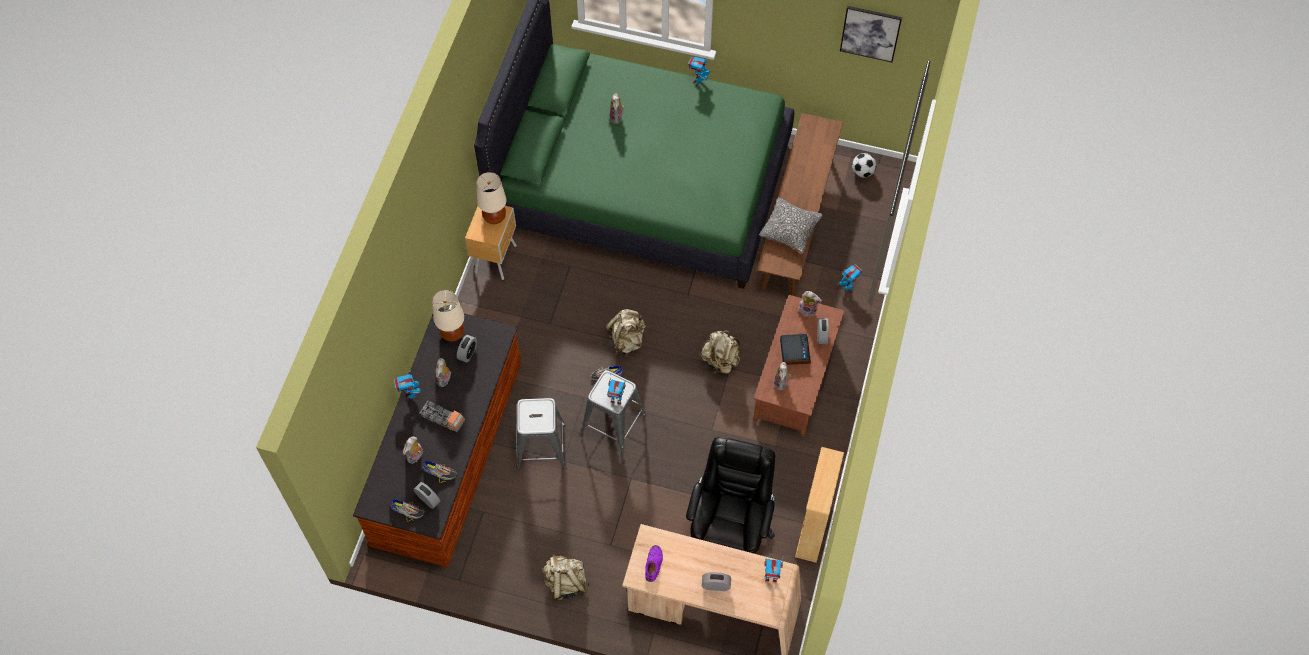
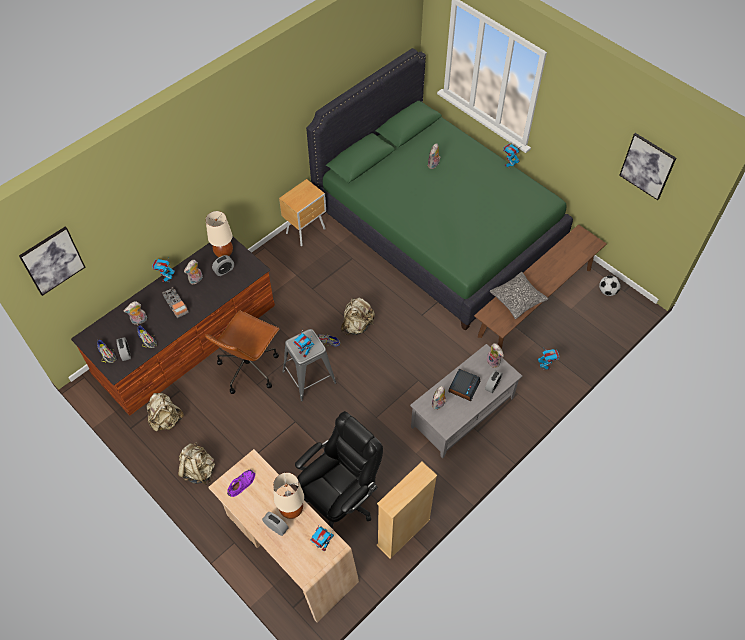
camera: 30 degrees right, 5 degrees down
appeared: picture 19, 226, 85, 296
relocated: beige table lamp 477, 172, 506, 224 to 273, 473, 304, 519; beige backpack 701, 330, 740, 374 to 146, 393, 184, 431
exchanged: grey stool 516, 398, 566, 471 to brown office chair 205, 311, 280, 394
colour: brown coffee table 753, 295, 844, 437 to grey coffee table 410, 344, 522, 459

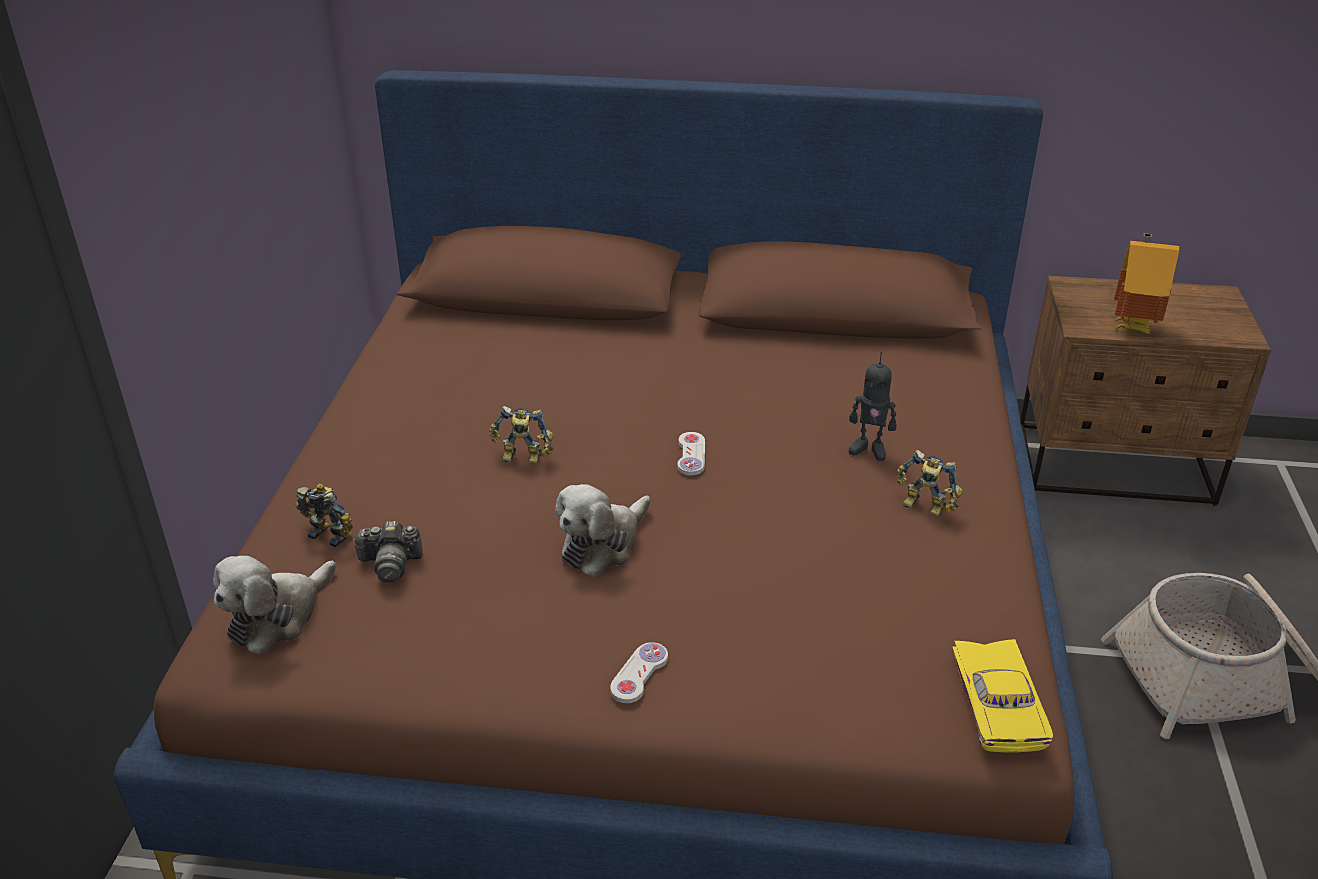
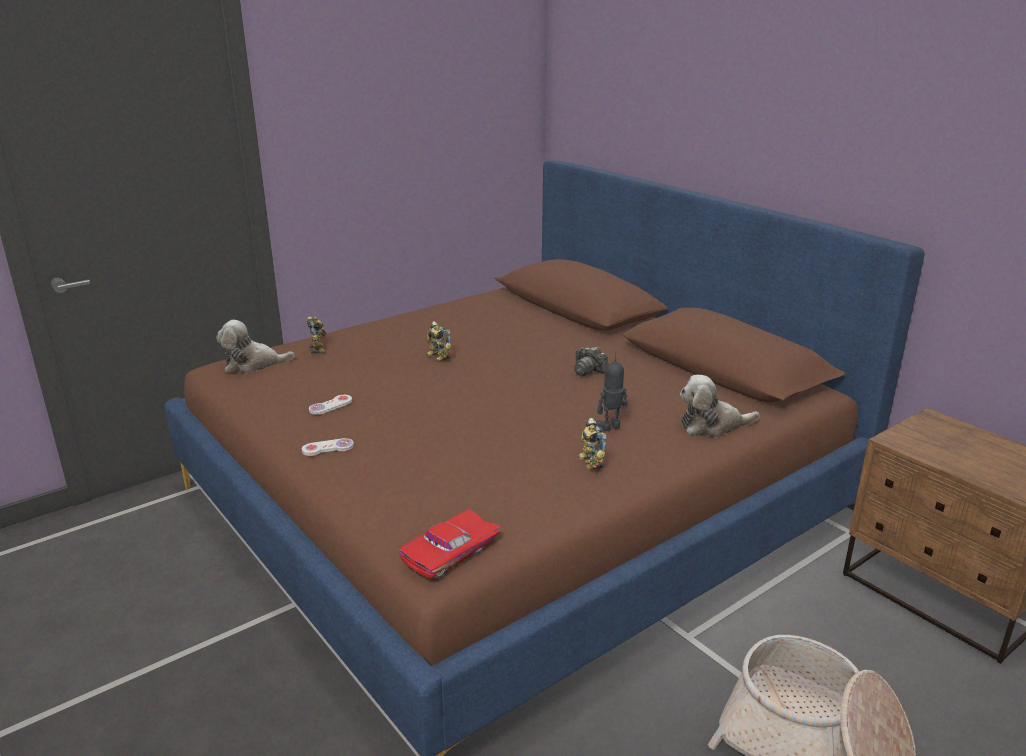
camera: 45 degrees right, 10 degrees down
missing: toy house 1113, 233, 1179, 334
relocated: photo camera 353, 521, 423, 583 to 574, 346, 608, 376; plush toy 555, 484, 651, 577 to 680, 375, 760, 437; white game controller 677, 432, 705, 475 to 309, 395, 352, 415
colour: yellow toy car 953, 639, 1053, 753 to red toy car 399, 509, 501, 579
spun: toy robot 849, 352, 897, 461 = 596, 352, 628, 431 90 degrees clockwise

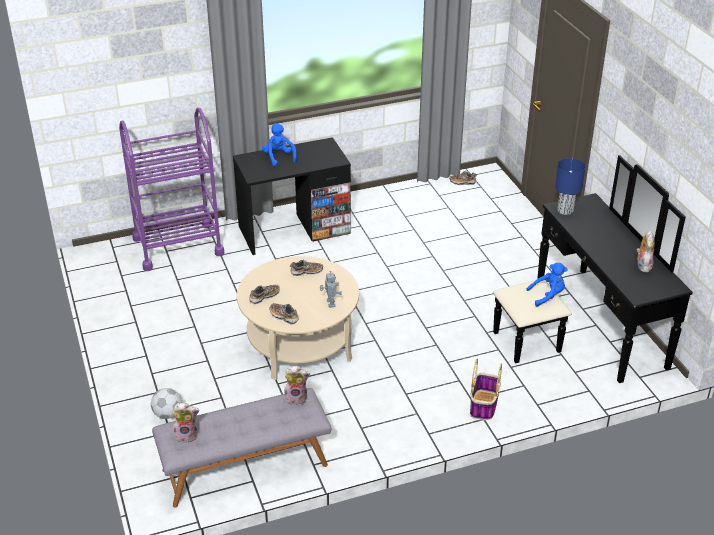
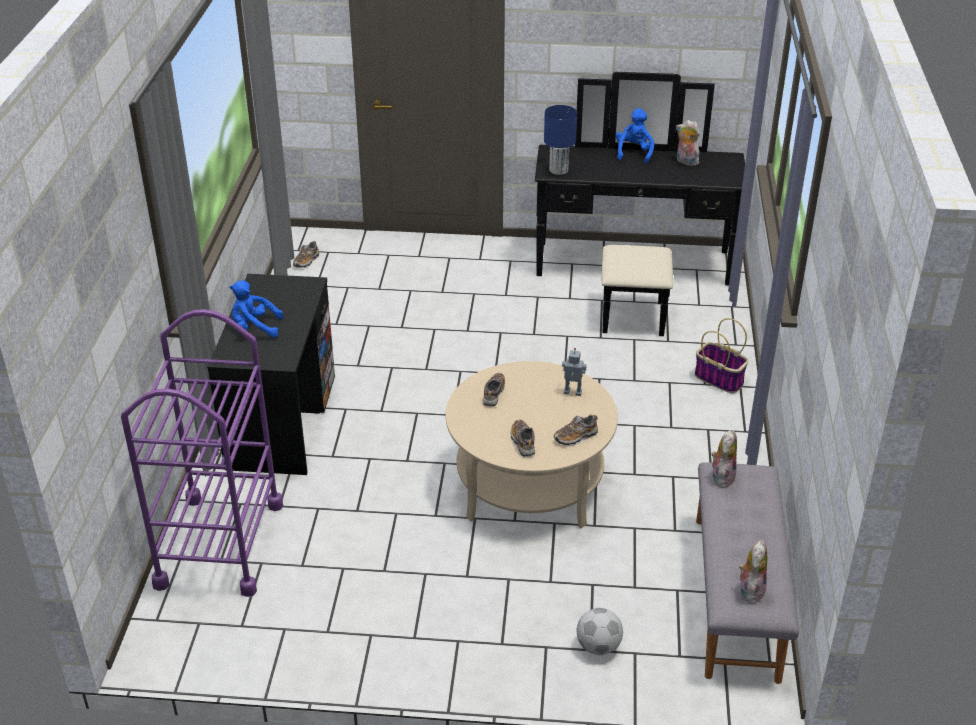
camera: 65 degrees left, 0 degrees up
relocated: blue plush toy 526, 263, 567, 306 to 616, 108, 654, 164

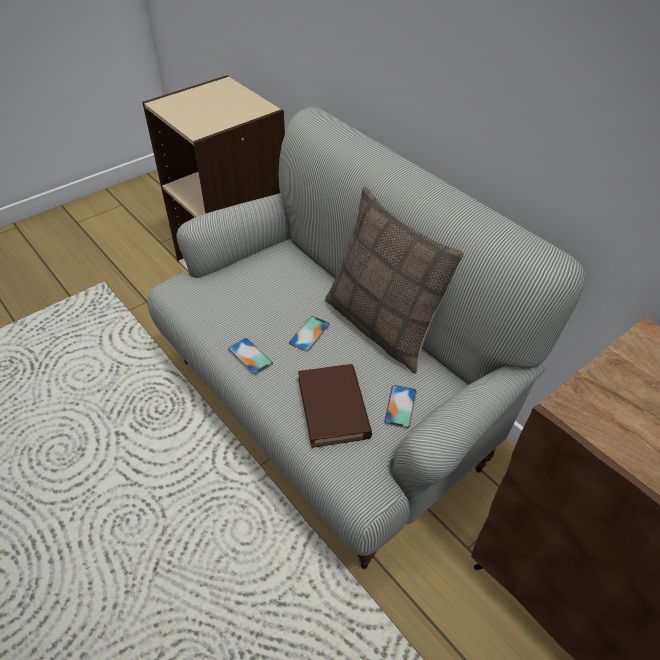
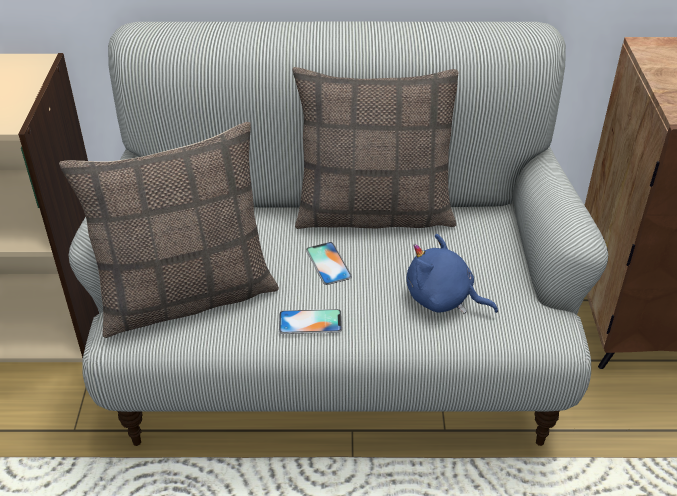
camera: 50 degrees left, 5 degrees down
missing: phone 384, 385, 417, 429
appeared: pillow 59, 122, 279, 338
exchanged: brown book 298, 364, 372, 448 to blue plush toy 406, 234, 498, 314

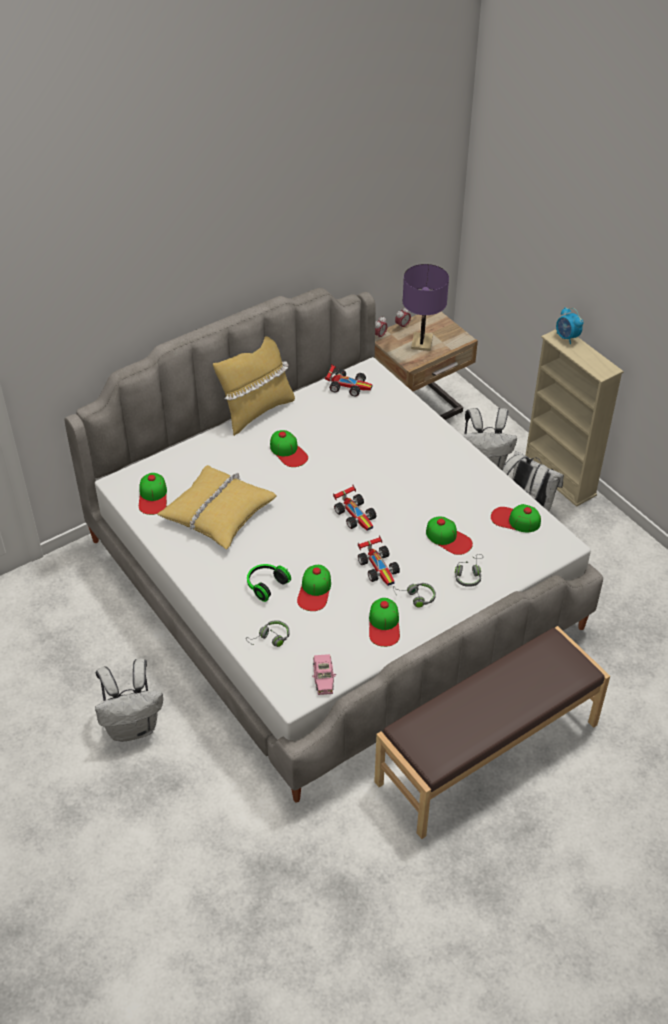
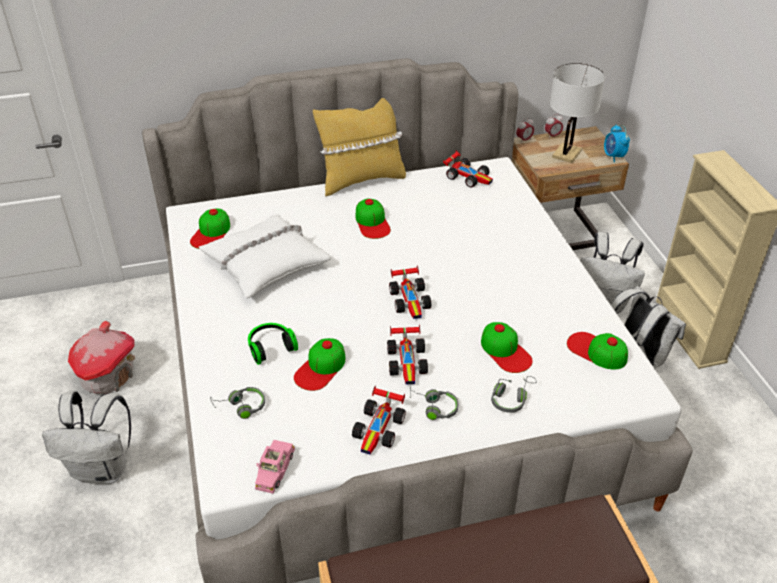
camera: 20 degrees right, 5 degrees down
appeared: toy house 68, 321, 135, 394
relocated: alarm clock 556, 307, 583, 344 to 604, 125, 630, 162
exchanged: cap 369, 598, 400, 647 to toy car 352, 386, 406, 455
colour: yellow pillow 157, 465, 277, 549 to white pillow 199, 214, 331, 298; purple table lamp 403, 264, 449, 351 to white table lamp 550, 63, 605, 163

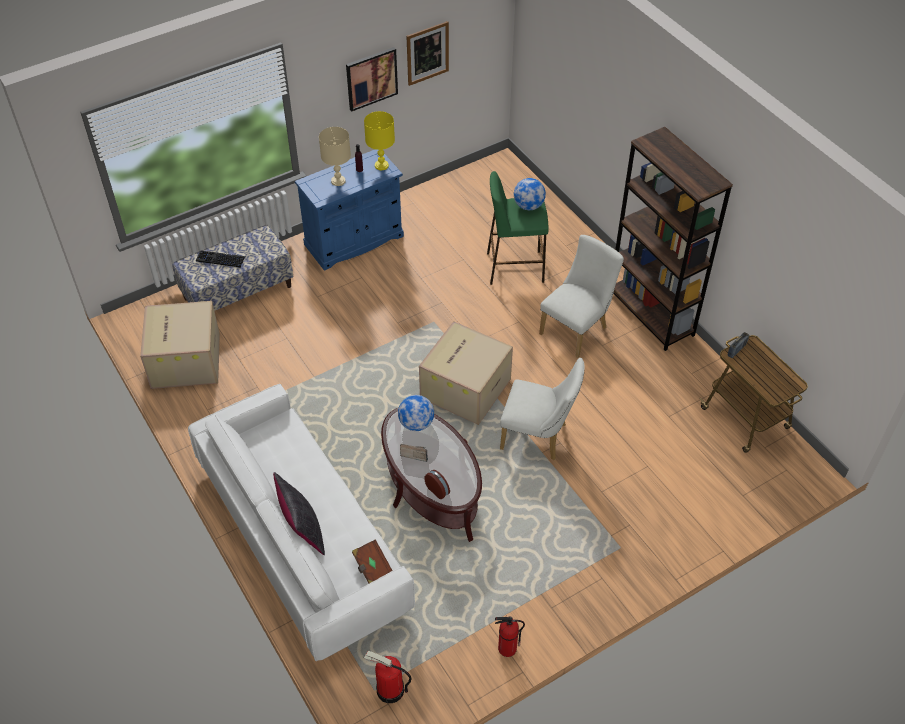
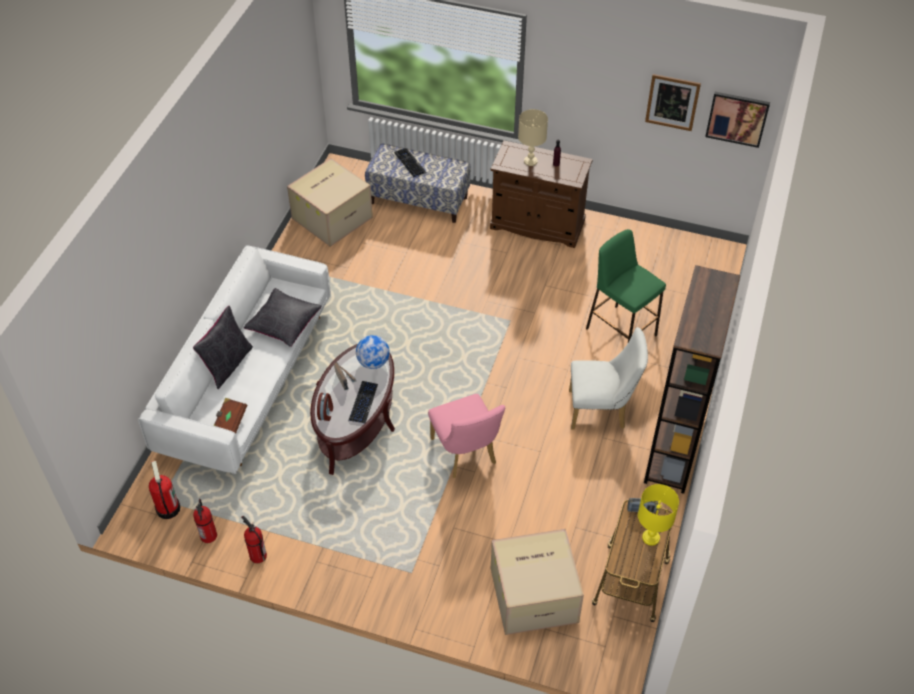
camera: 50 degrees right, 0 degrees up
missing: globe 514, 178, 546, 210
appeared: fire extinguisher 193, 499, 217, 543; black pillow 244, 288, 322, 347; keyboard 348, 381, 378, 424
relocated: picture 346, 47, 398, 111 to 705, 92, 770, 148; yellow table lamp 364, 111, 395, 170 to 638, 484, 679, 545; cardboard box 419, 321, 513, 425 to 491, 529, 584, 635
colour: blue cabinet 295, 149, 404, 271 to brown cabinet 490, 140, 593, 248; white chair 500, 358, 585, 461 to pink chair 428, 394, 505, 478

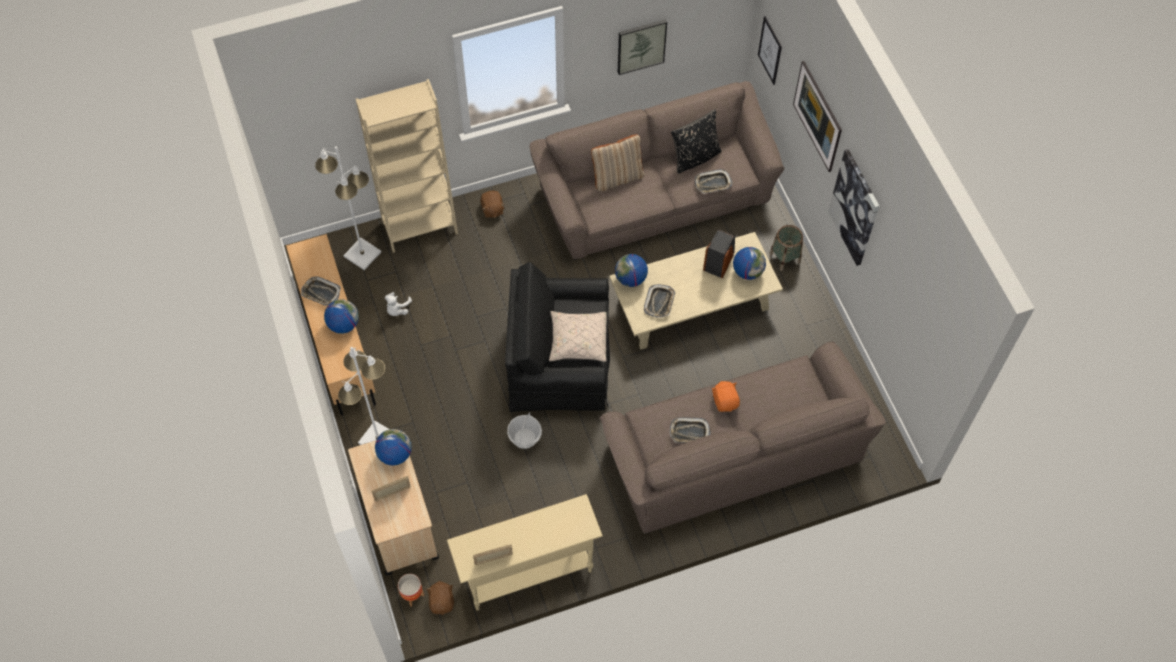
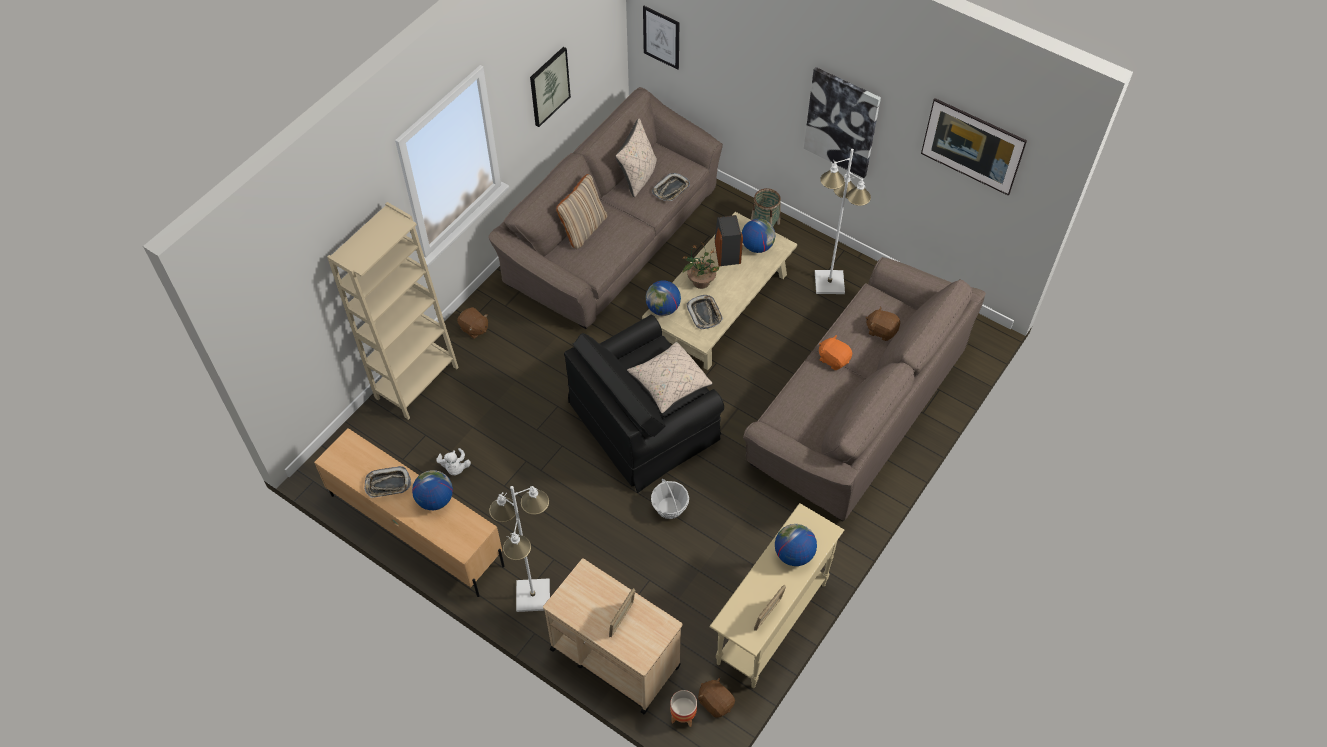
camera: 35 degrees left, 5 degrees down
missing: tray 669, 417, 711, 443
appeared: potted plant 682, 242, 719, 289; brown plush toy 866, 307, 900, 341
relocated: white floor lamp 315, 146, 381, 270 to 815, 149, 871, 294; globe 375, 429, 412, 466 to 775, 524, 817, 566; picture 793, 61, 842, 172 to 921, 98, 1027, 196
colour: black pillow 671, 109, 722, 174 to beige pillow 615, 118, 657, 197

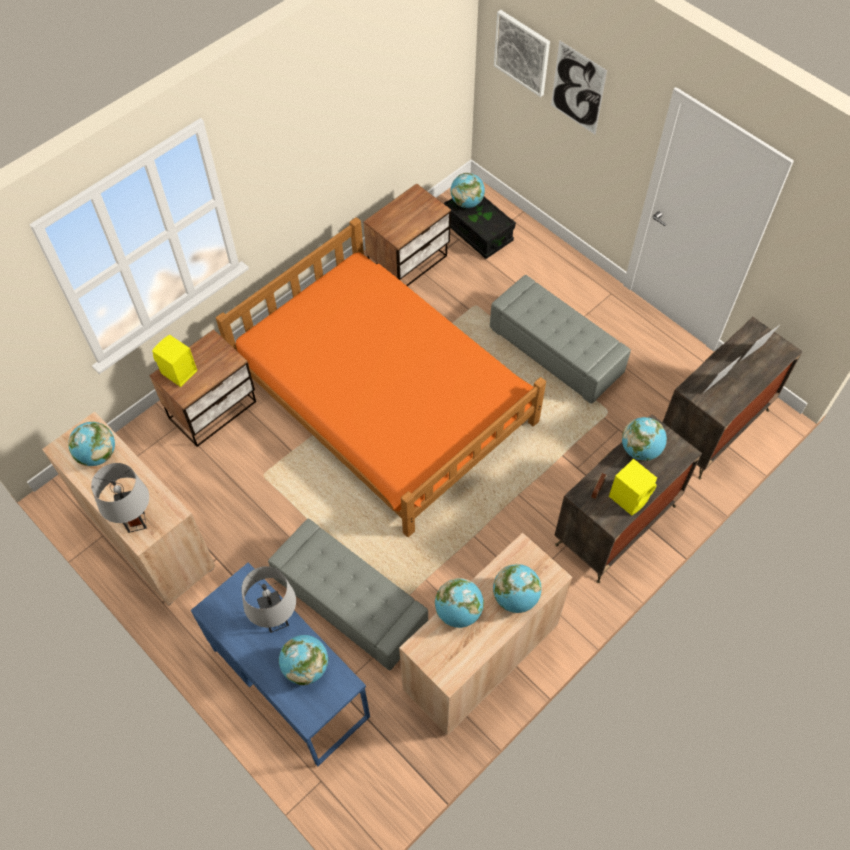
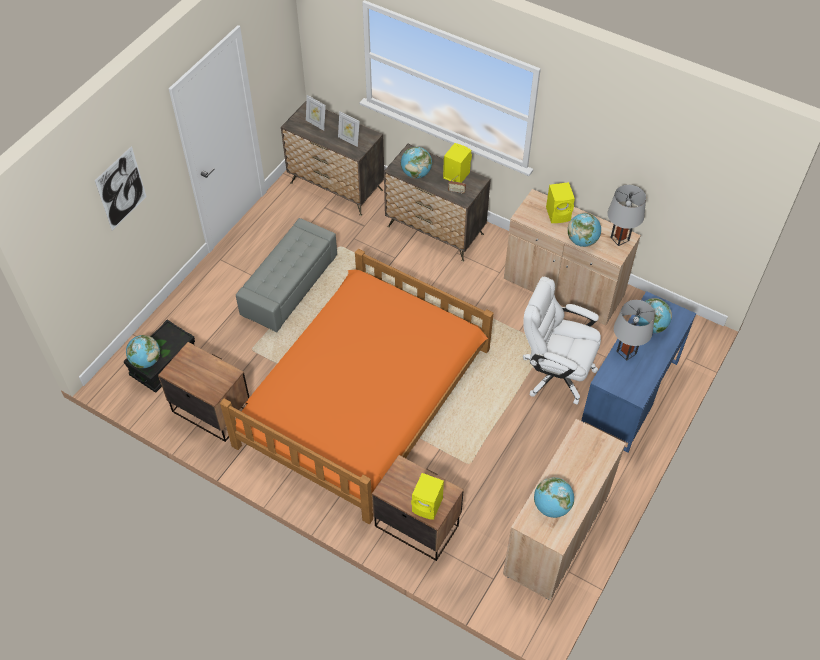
camera: 105 degrees left, 5 degrees down
missing: picture 494, 10, 550, 97
relocated: grey table lamp 91, 463, 149, 533 to 608, 185, 646, 246
exchanged: grey ottoman 268, 519, 428, 671 to white office chair 523, 276, 601, 405; globe 493, 564, 541, 613 to yellow speaker 546, 182, 575, 223

